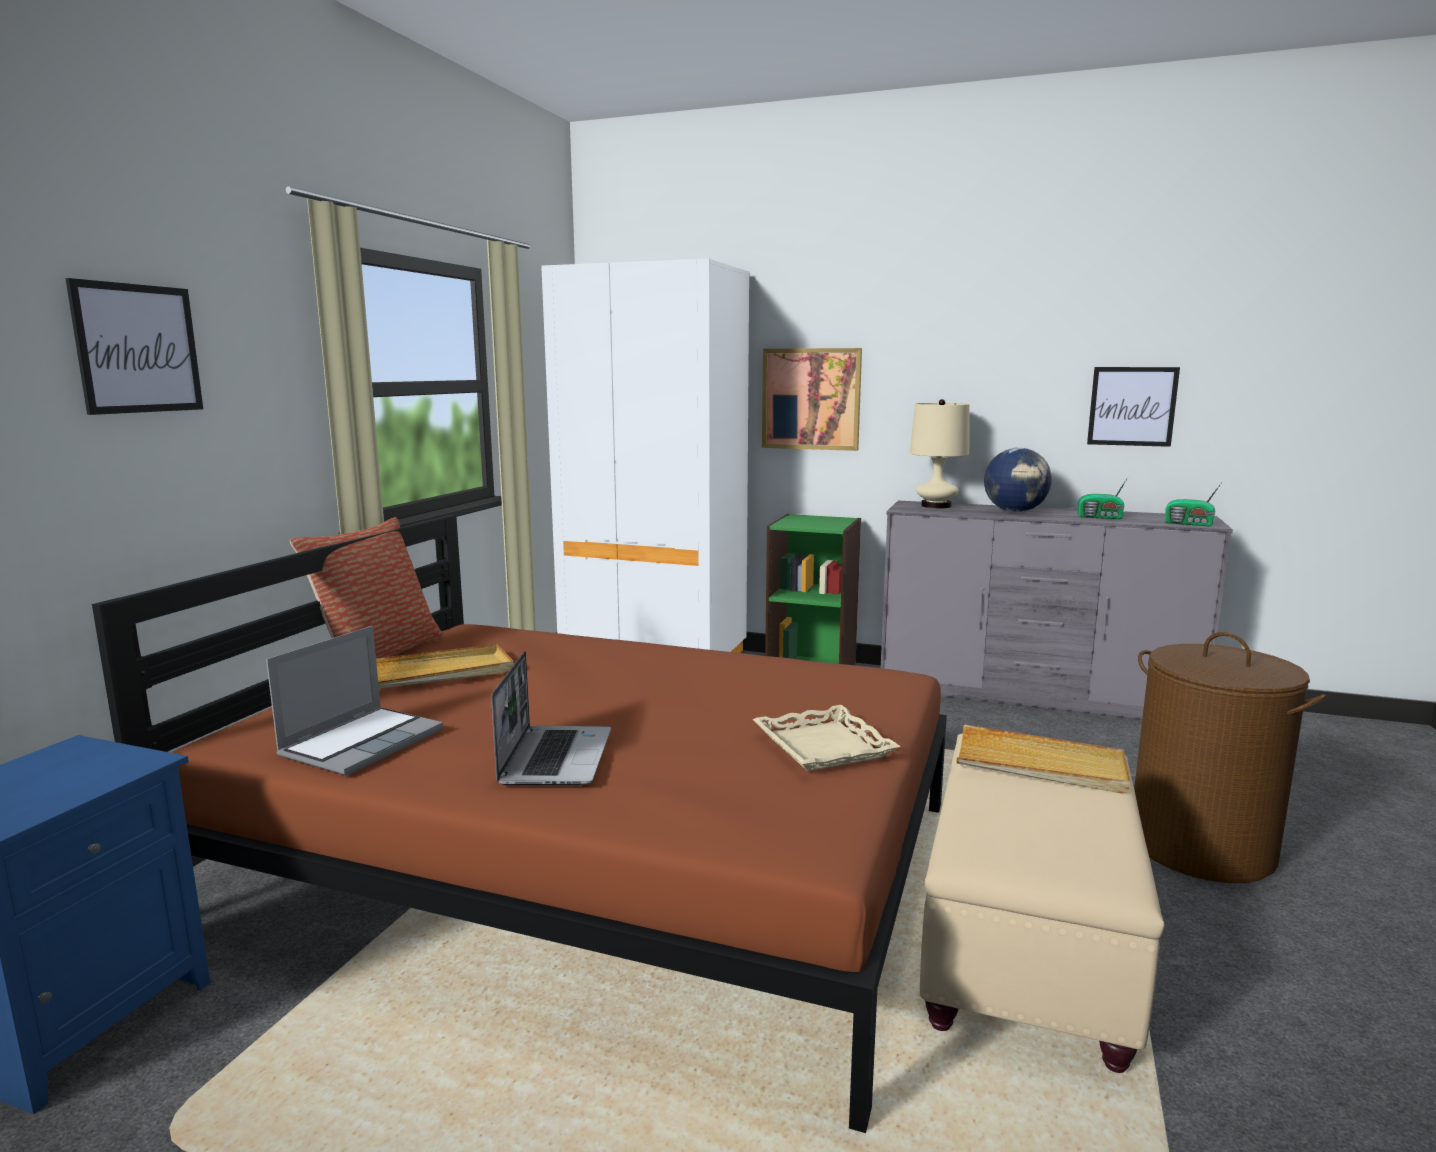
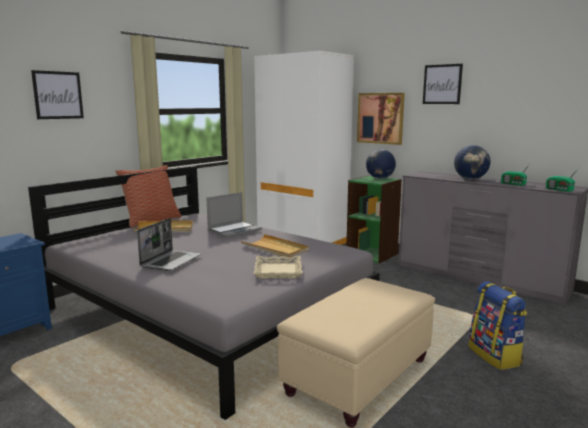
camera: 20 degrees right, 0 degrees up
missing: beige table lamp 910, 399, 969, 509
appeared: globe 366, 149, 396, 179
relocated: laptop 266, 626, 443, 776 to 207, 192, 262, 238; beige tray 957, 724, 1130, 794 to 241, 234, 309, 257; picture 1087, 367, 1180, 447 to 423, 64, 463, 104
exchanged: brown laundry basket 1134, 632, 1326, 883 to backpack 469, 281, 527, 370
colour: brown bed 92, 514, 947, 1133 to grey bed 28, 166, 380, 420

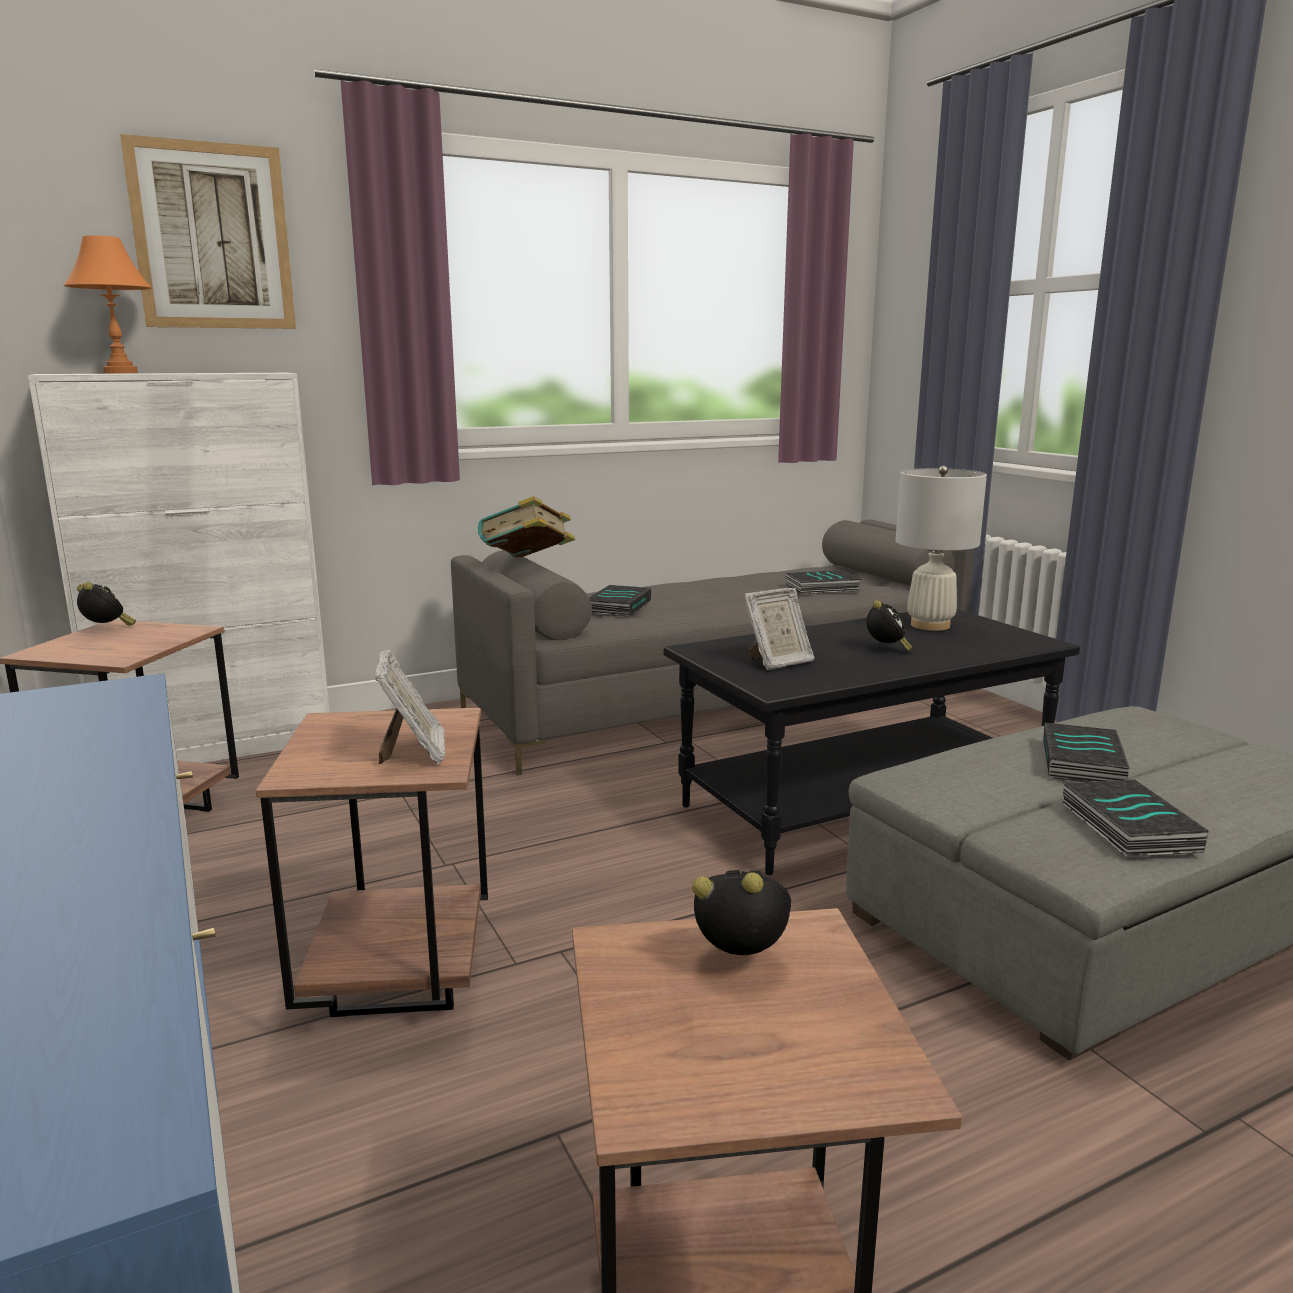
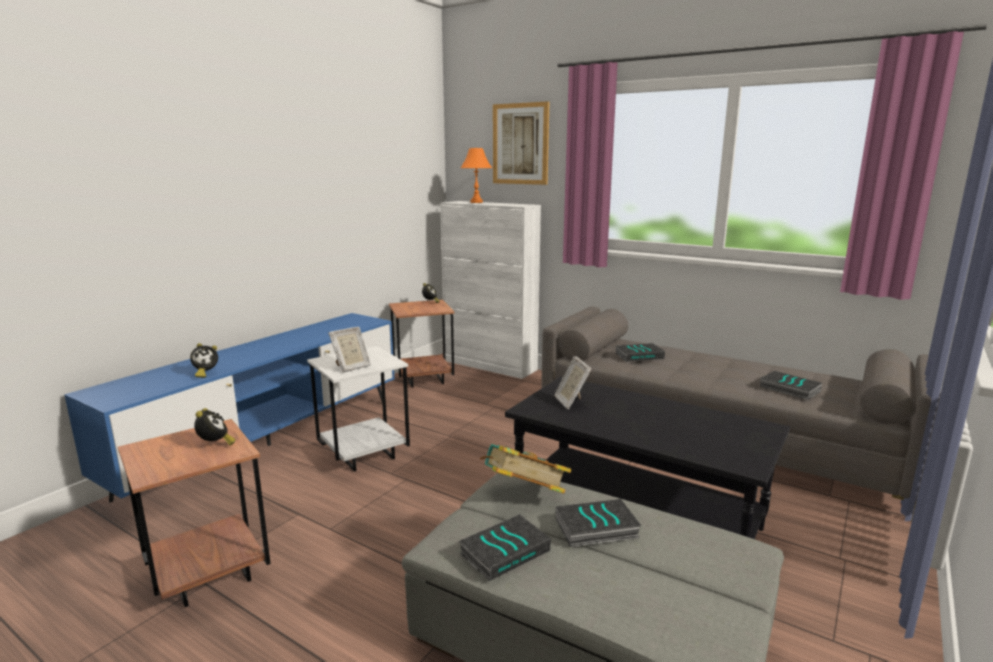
camera: 60 degrees right, 0 degrees up
missing: white table lamp 896, 466, 987, 631
relocated: book 478, 496, 575, 558 to 480, 444, 572, 494; alarm clock 866, 600, 913, 652 to 190, 343, 218, 378
colour: brown side table 256, 708, 488, 1017 to white side table 307, 346, 410, 472
spun: picture frame 743, 588, 815, 670 = 554, 356, 592, 409 45 degrees clockwise

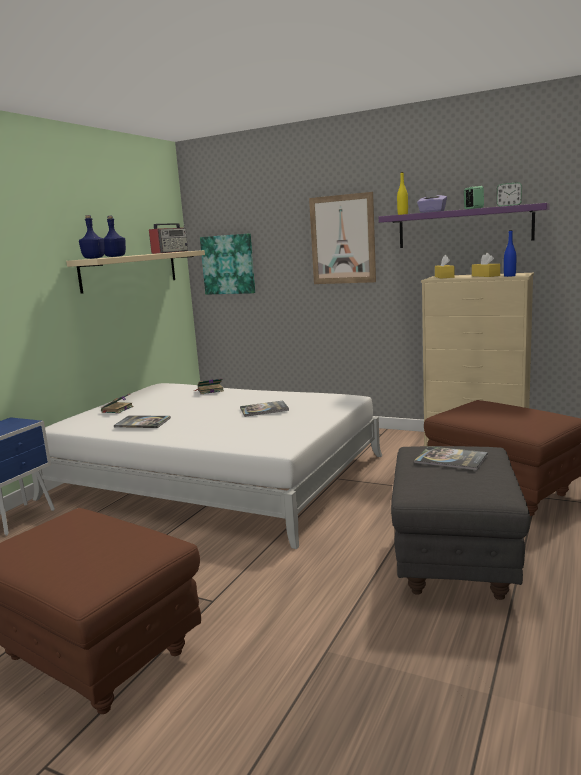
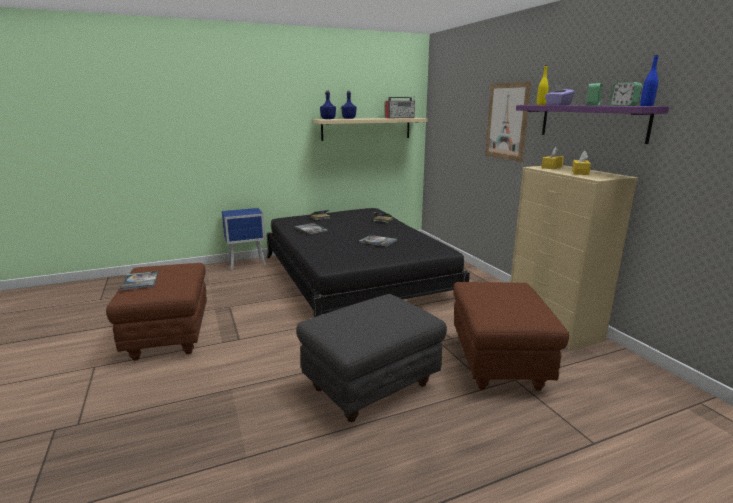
camera: 40 degrees right, 5 degrees up
missing: picture 200, 234, 255, 295
relocated: book 414, 446, 488, 471 to 120, 271, 159, 291; blue bottle 504, 230, 516, 277 to 640, 55, 658, 106
colour: white bed 32, 383, 382, 549 to black bed 267, 208, 470, 317

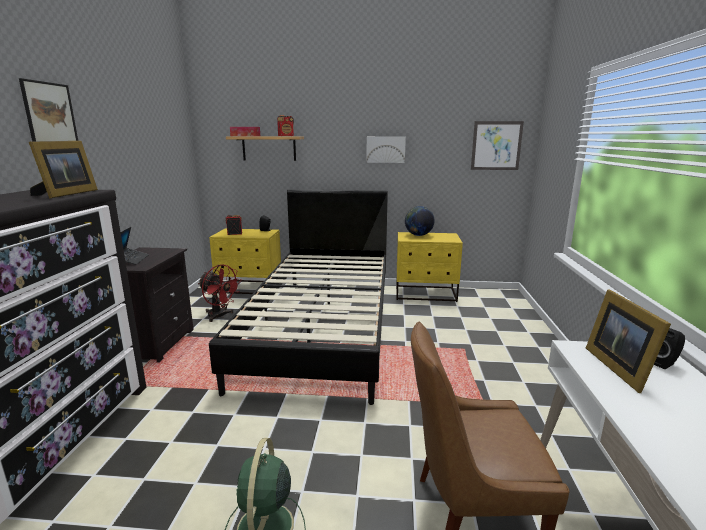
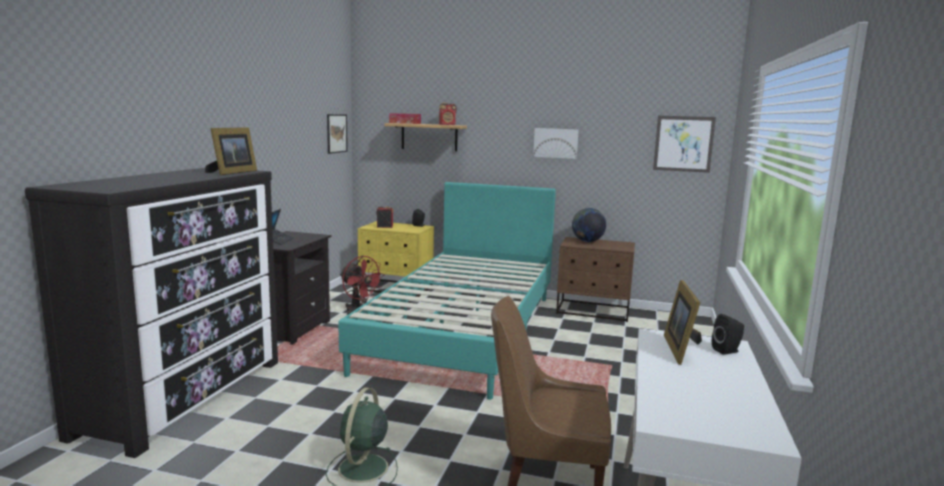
camera: 10 degrees right, 5 degrees down
relocated: picture 19, 78, 78, 142 to 327, 114, 348, 154
colour: black bed 209, 189, 388, 405 to turquoise bed 338, 182, 556, 400; yellow nightstand 396, 232, 463, 302 to brown nightstand 556, 237, 635, 322

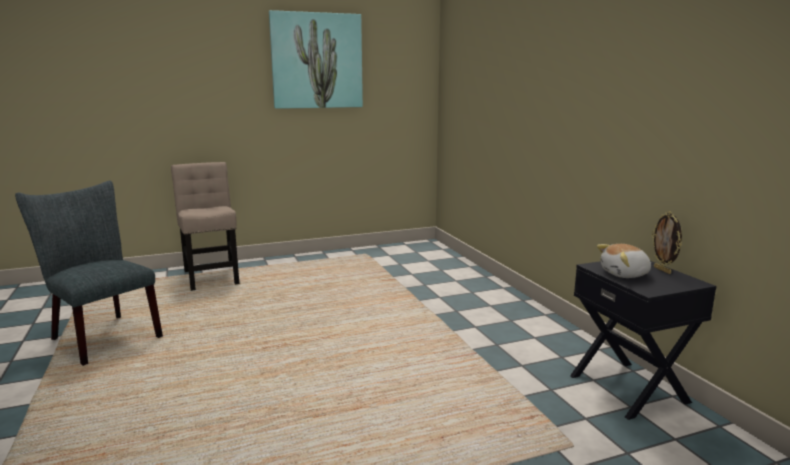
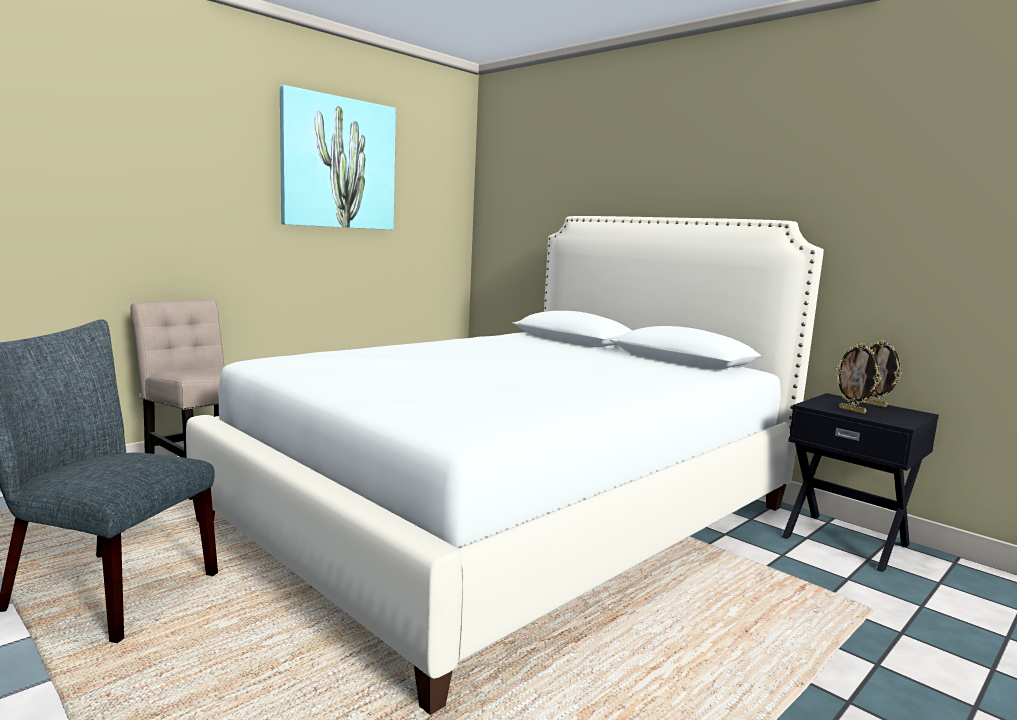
camera: 25 degrees left, 5 degrees down
appeared: white bed 186, 216, 824, 715
exchanged: plush toy 597, 244, 651, 278 to picture frame 835, 343, 881, 414

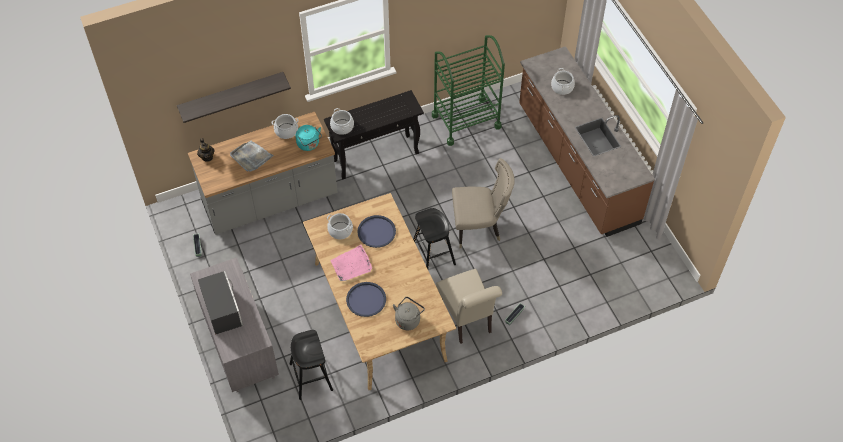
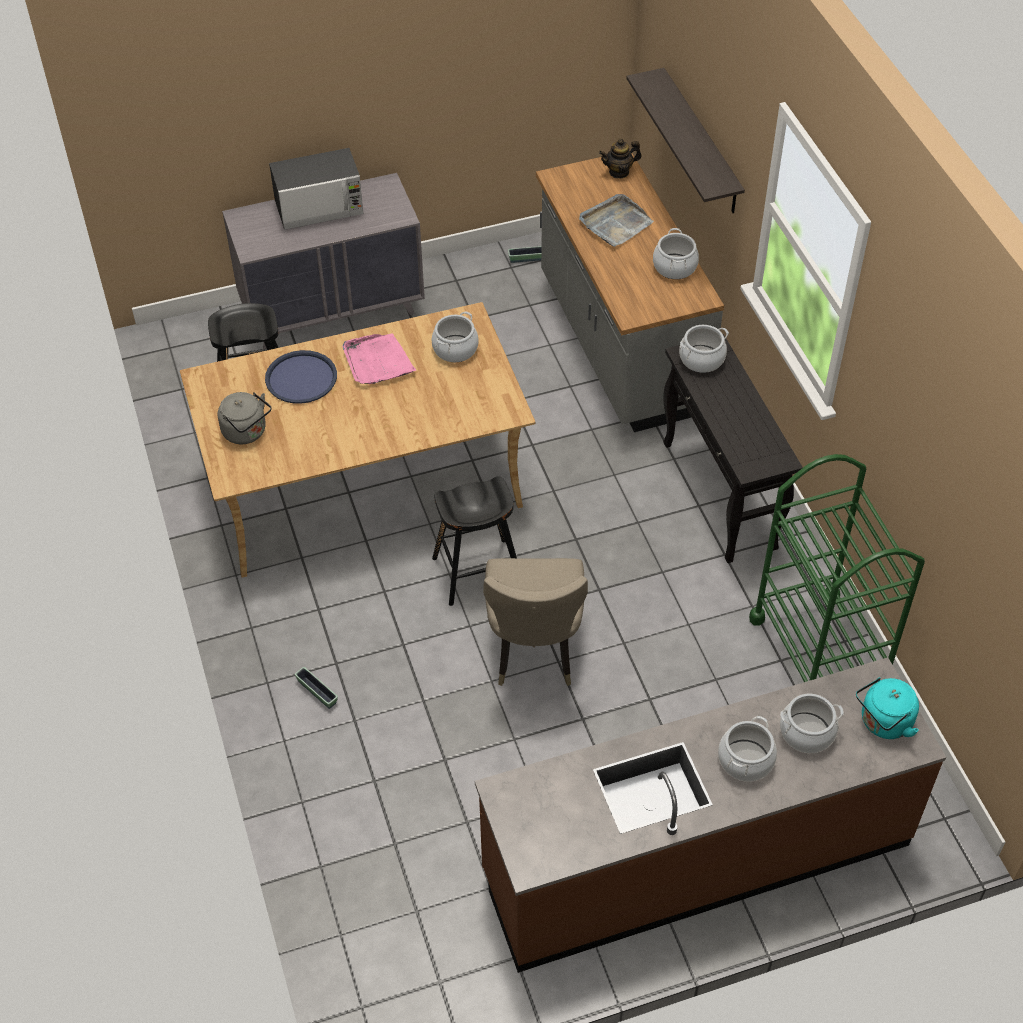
camera: 95 degrees right, 5 degrees down
missing: blue tray 357, 215, 396, 248; beige chair 436, 269, 502, 344
appeared: cooking pot 718, 716, 777, 782
relocated: turquoise kettle 296, 125, 322, 151 to 856, 677, 919, 739

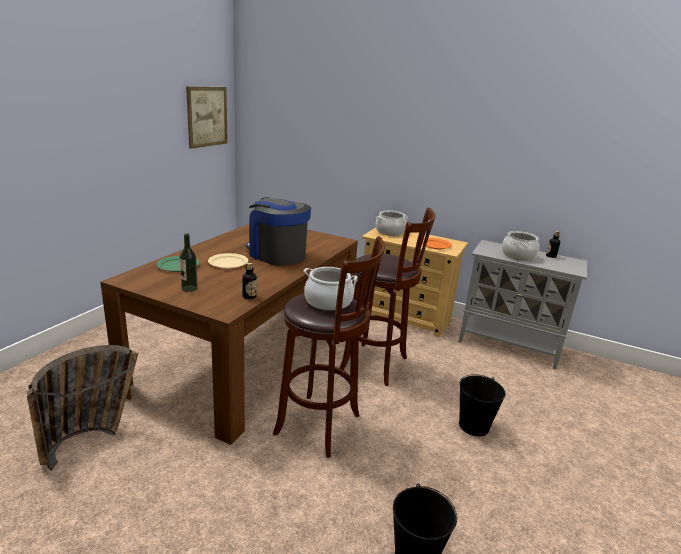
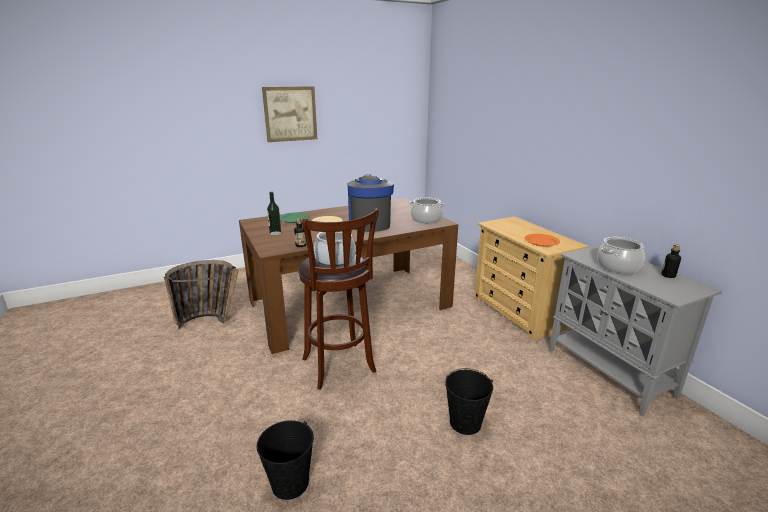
camera: 40 degrees right, 0 degrees up
missing: brown stool 340, 207, 435, 386
relocated: picture 186, 86, 228, 149 to 262, 86, 317, 142; cooking pot 376, 210, 407, 236 to 409, 198, 445, 223

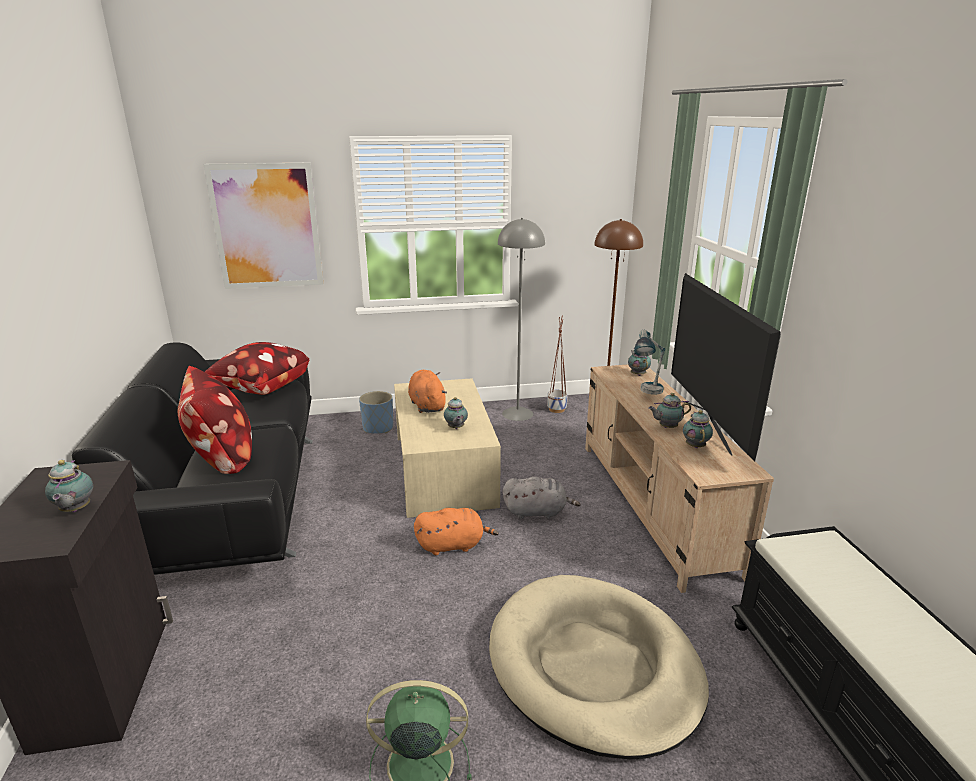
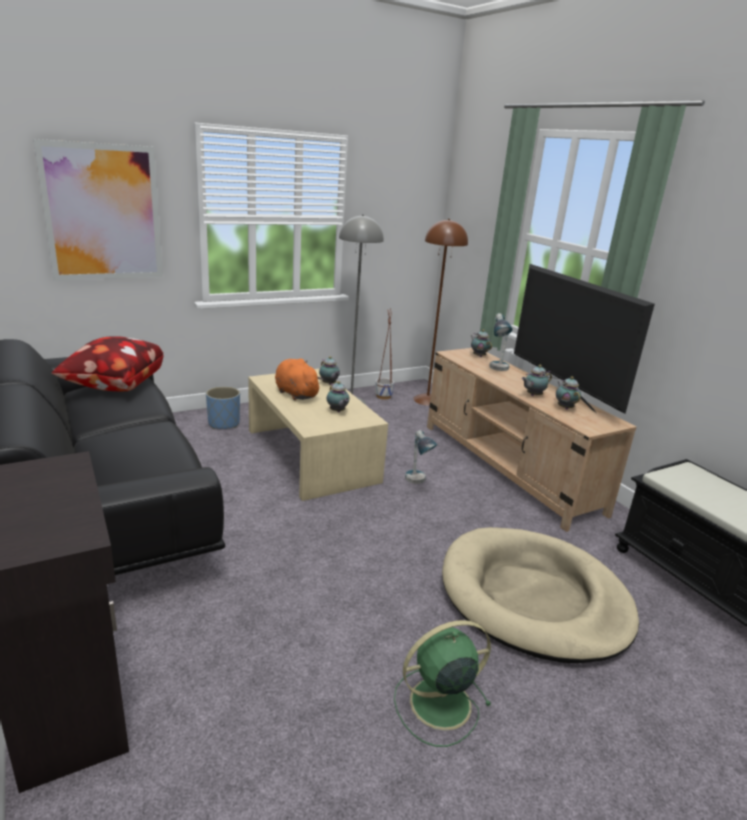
camera: 20 degrees left, 0 degrees up
missing: pillow 178, 366, 252, 474; orange plush toy 414, 508, 499, 555
relocated: teapot 45, 460, 93, 512 to 319, 356, 340, 385
exchanged: grey plush toy 503, 476, 581, 519 to table lamp 405, 430, 437, 484

